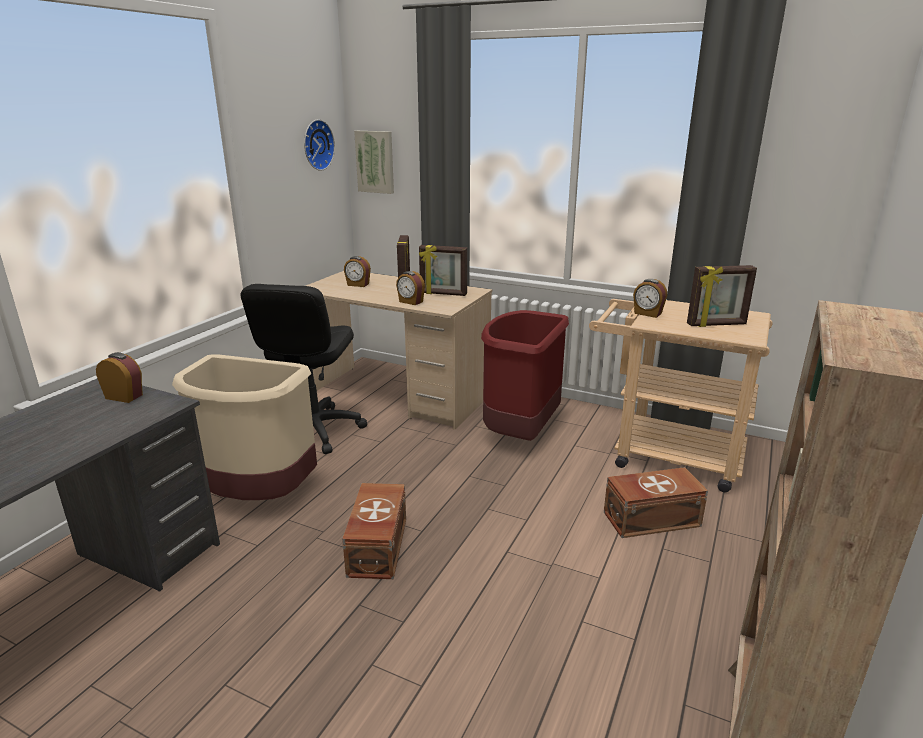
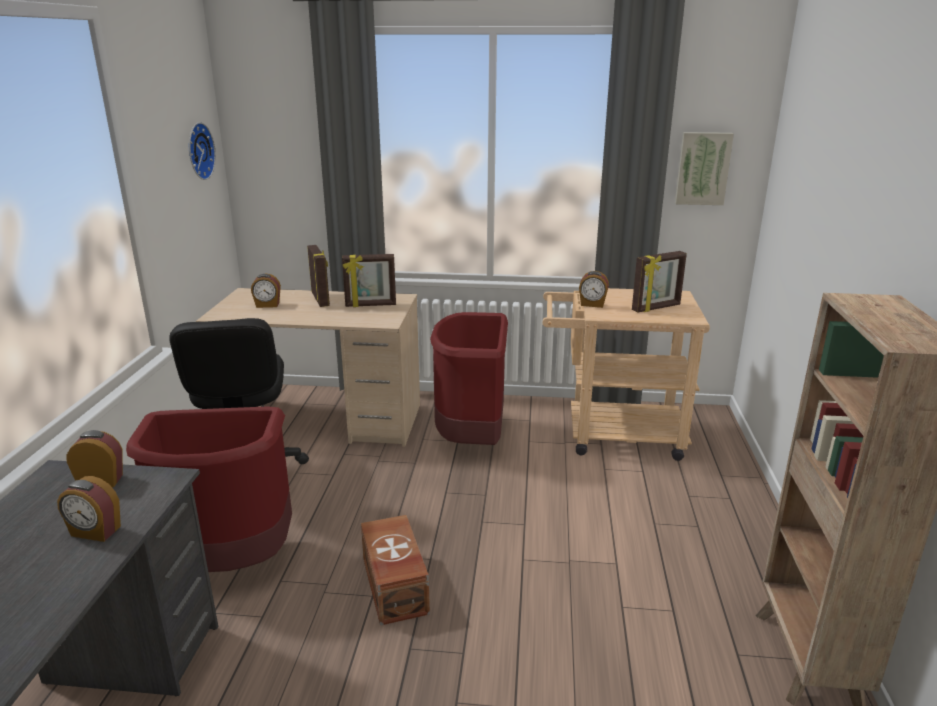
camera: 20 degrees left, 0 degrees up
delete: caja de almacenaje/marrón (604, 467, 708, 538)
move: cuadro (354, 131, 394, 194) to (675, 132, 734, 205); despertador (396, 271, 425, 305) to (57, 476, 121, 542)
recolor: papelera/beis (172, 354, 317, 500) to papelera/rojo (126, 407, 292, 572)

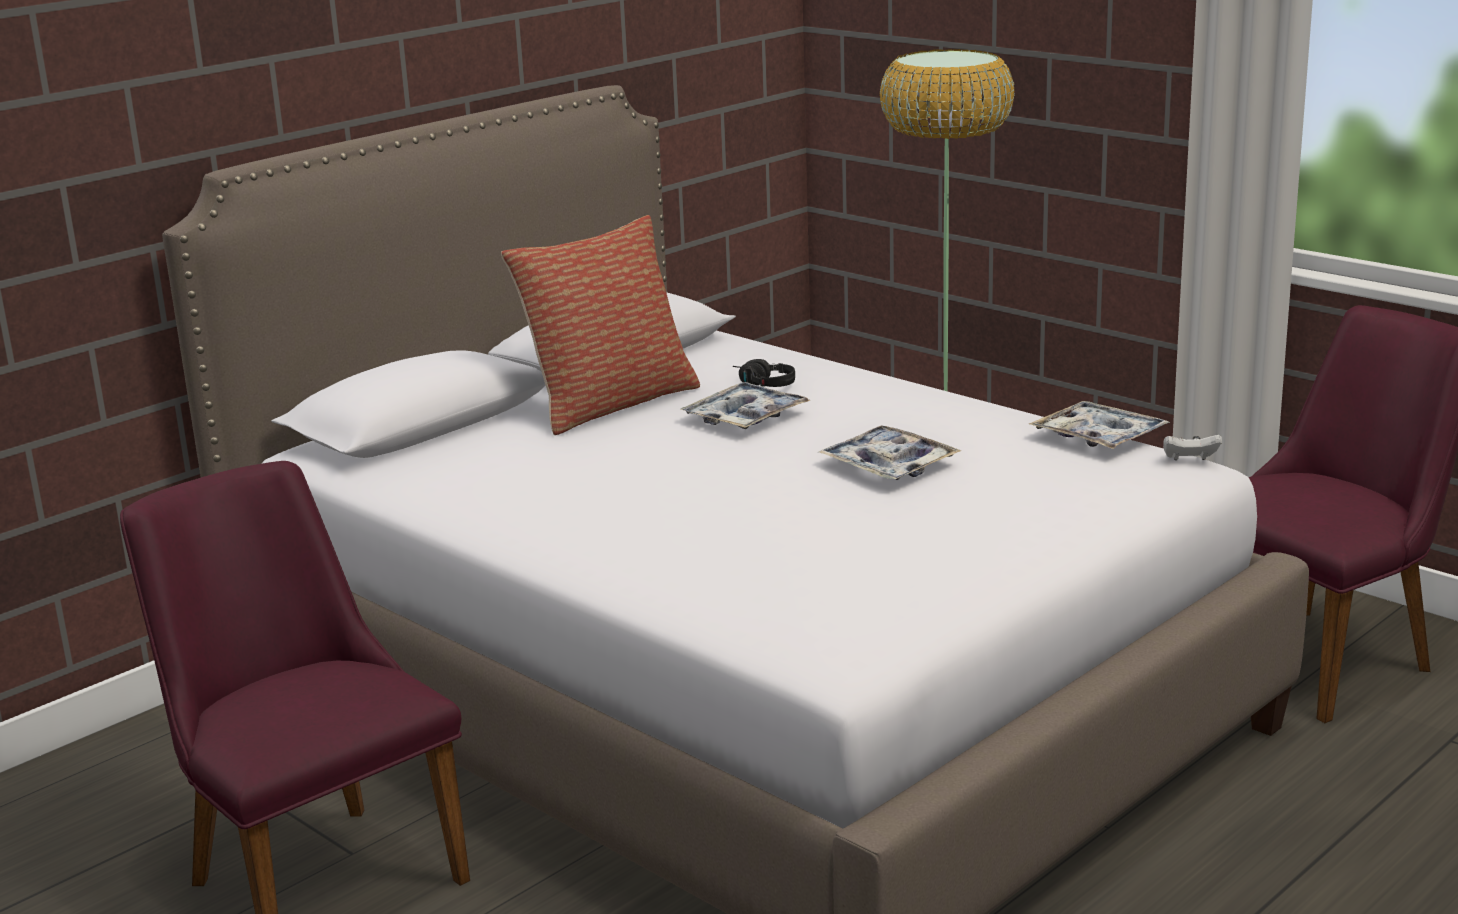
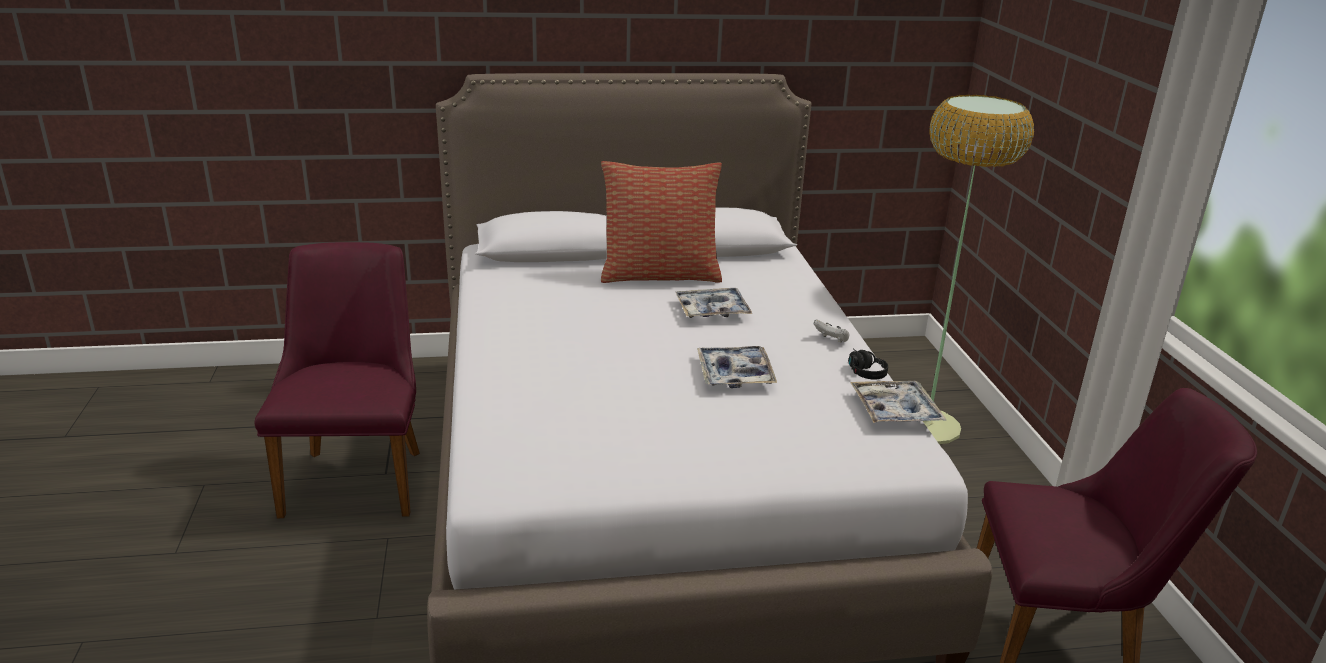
camera: 35 degrees right, 5 degrees up
move: auriculares/negro (733, 359, 795, 387) to (848, 349, 888, 380); mando de consola/blanco (1163, 435, 1222, 460) to (814, 319, 849, 343)

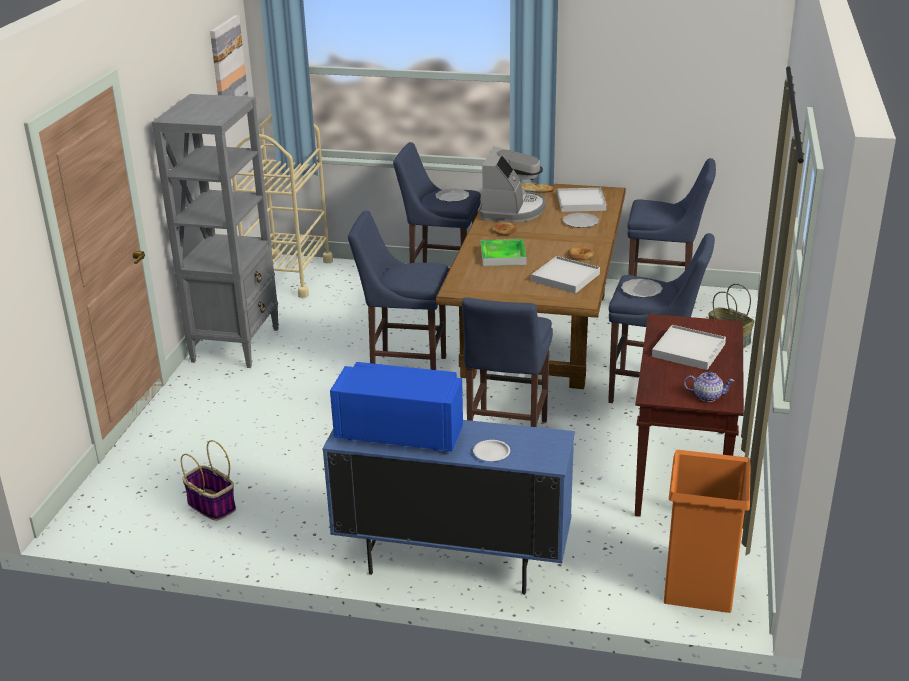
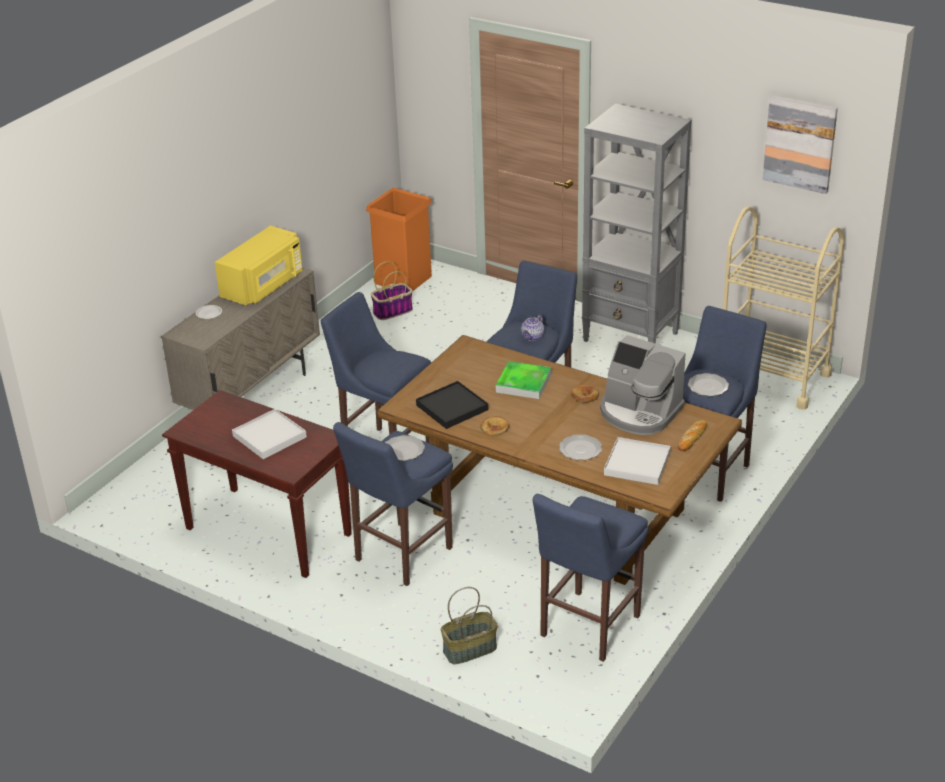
camera: 110 degrees right, 5 degrees up
move: papelera/naranja (664, 450, 750, 613) to (366, 188, 432, 292); tetera (684, 372, 735, 402) to (521, 315, 544, 341)
recolor: armario/azul (322, 420, 575, 595) to armario/beis (161, 267, 320, 410); microondas/azul (330, 362, 463, 452) to microondas/amarillo (215, 225, 302, 305); bandeja/blanco (531, 256, 600, 294) to bandeja/negro (416, 381, 488, 429)

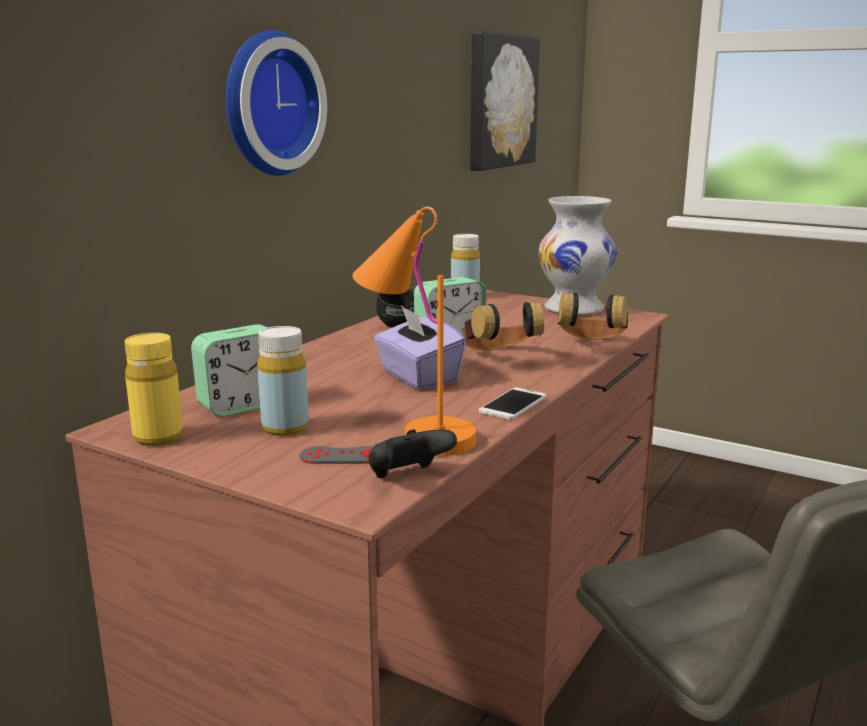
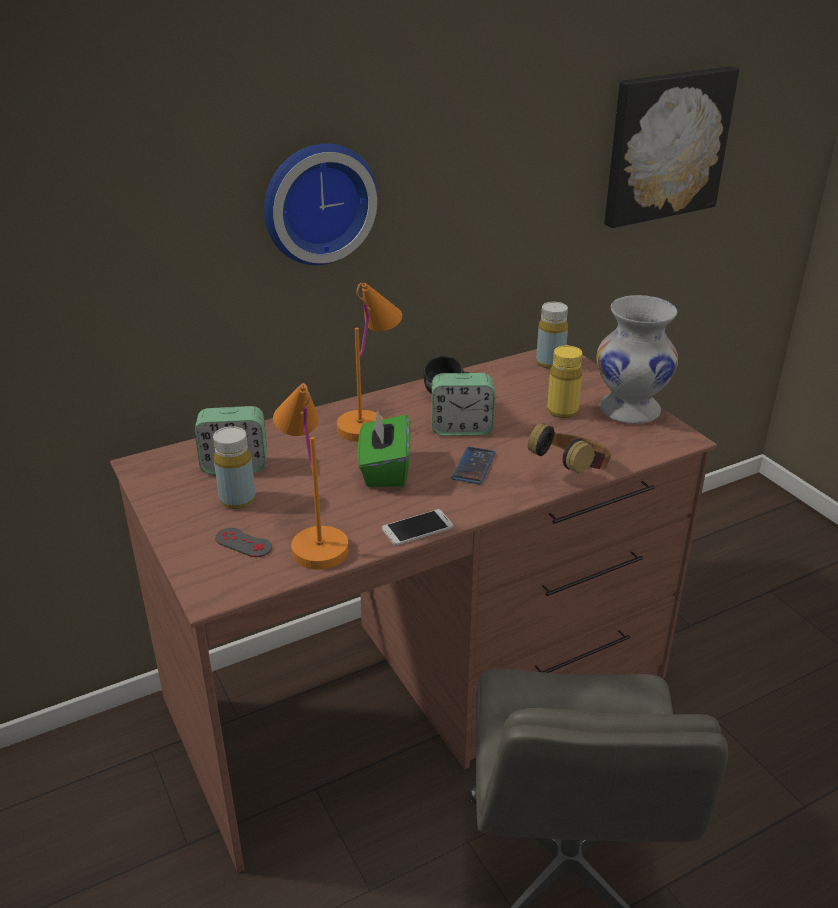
camera: 30 degrees right, 15 degrees up
delete: mando de consola/negro (368, 429, 457, 478)
insert: lámpara de mesa/naranja (337, 283, 402, 442)
move: botella/amarillo (124, 333, 183, 446) to (547, 345, 582, 418)
replace: auriculares (462, 302, 544, 350) to móvil (452, 446, 496, 484)
recolor: caja de pañuelos/morado (374, 306, 466, 390) to caja de pañuelos/verde (358, 409, 410, 487)

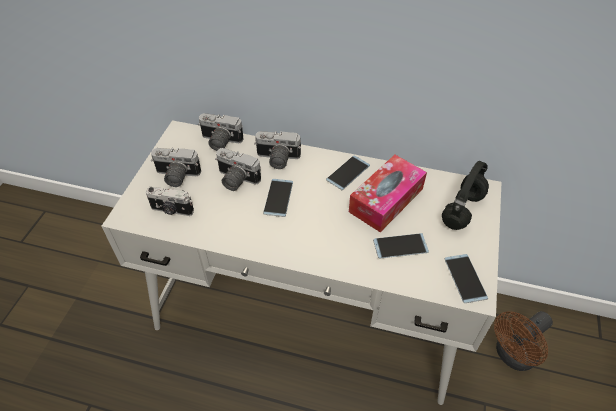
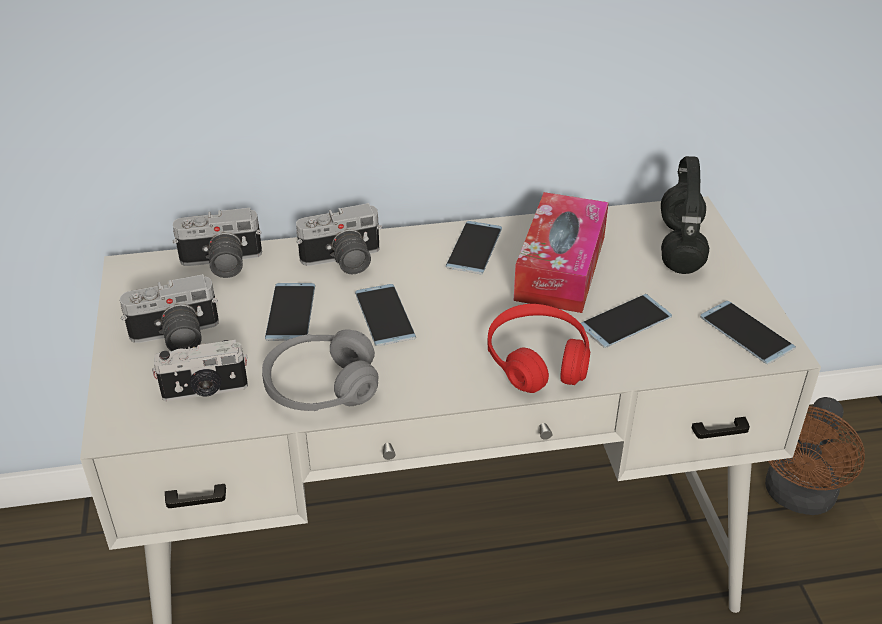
camera: 25 degrees left, 10 degrees down
insert: auriculares/gris (262, 329, 378, 411); auriculares/rojo (487, 304, 590, 393)
replace: cámara (215, 148, 261, 191) to móvil (265, 283, 315, 341)

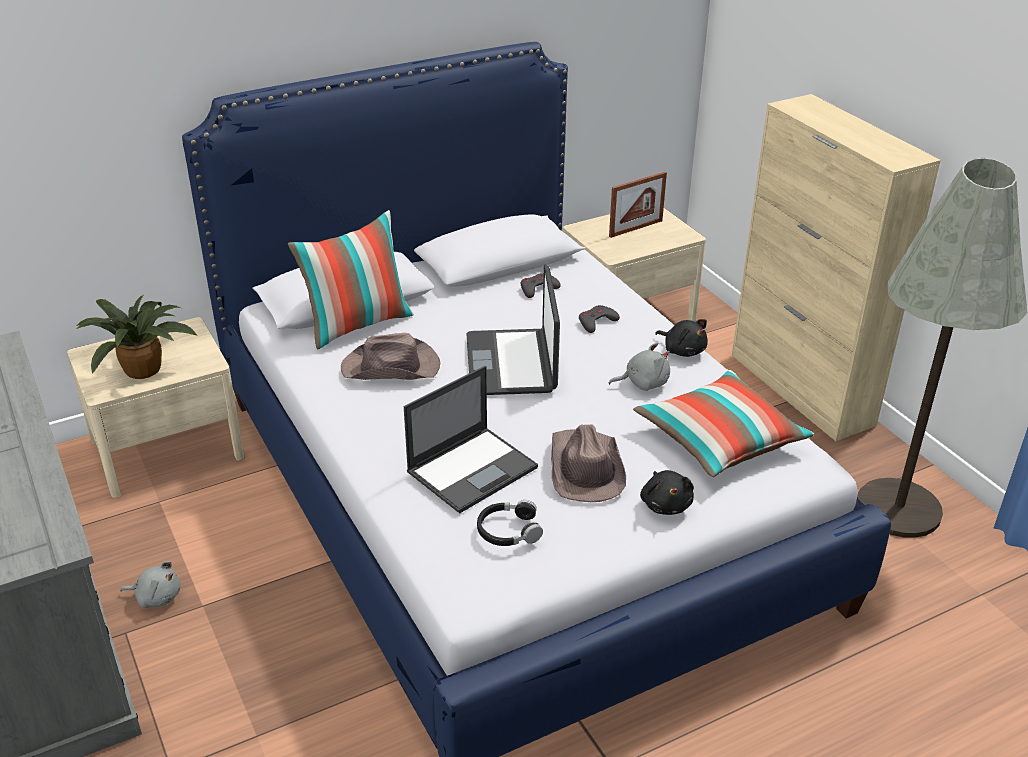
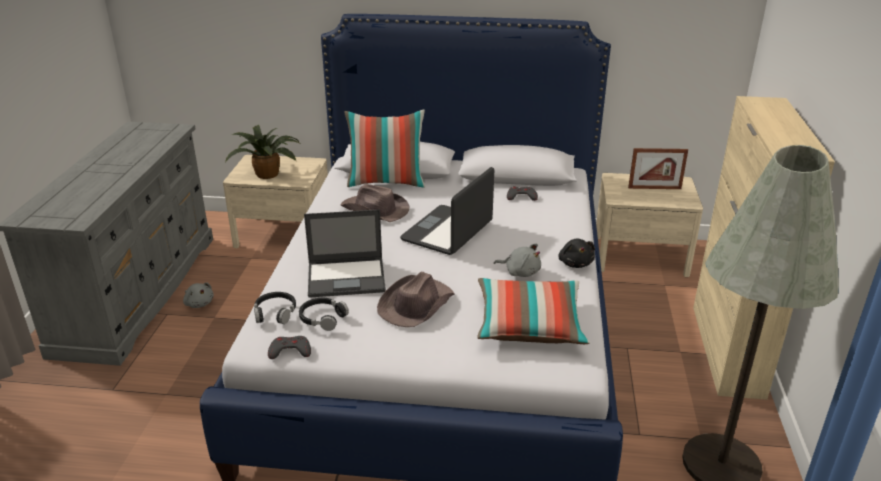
camera: 35 degrees right, 5 degrees down
delete: peluche/negro (640, 470, 694, 515)
insert: auriculares/negro (254, 292, 296, 324)
move: mando de consola/gris (579, 305, 620, 333) to (268, 336, 311, 359)

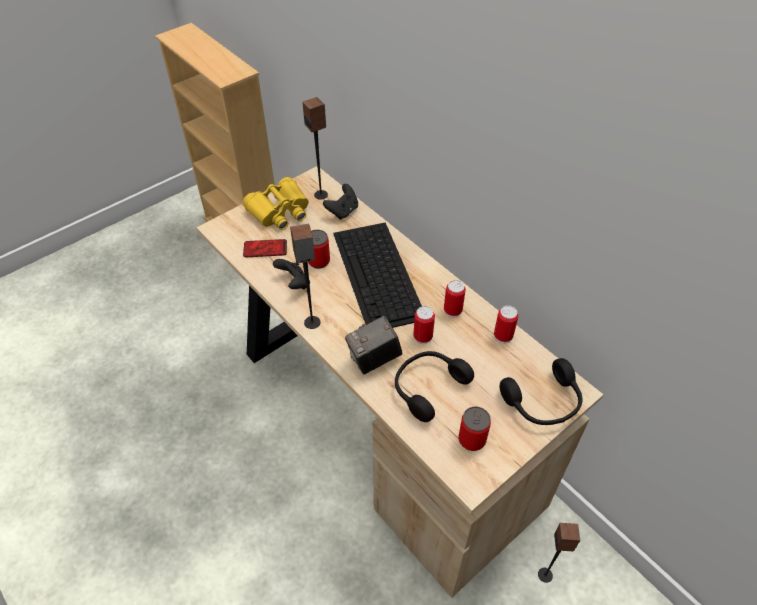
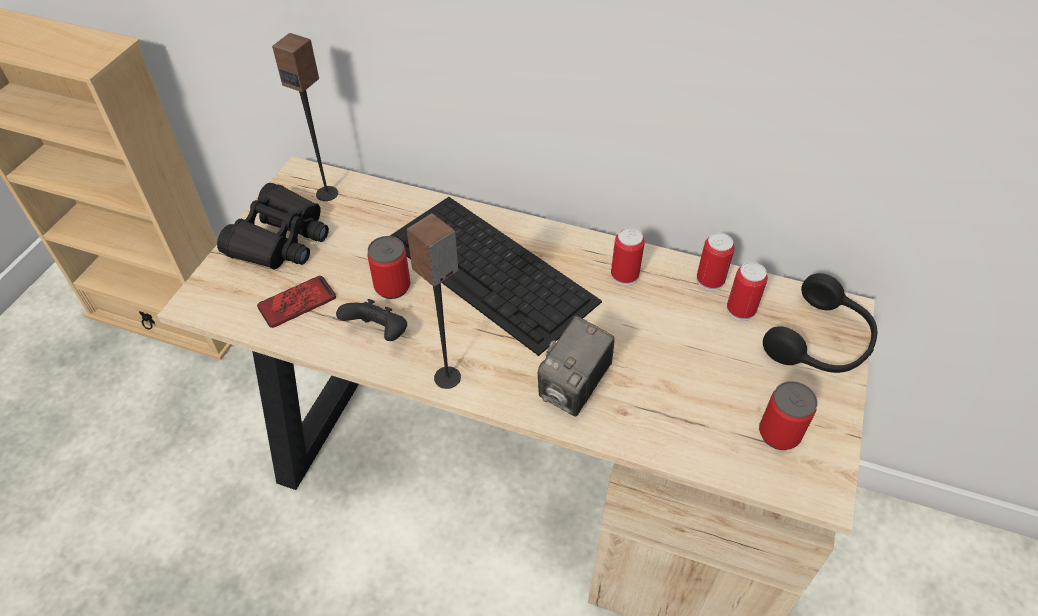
camera: 30 degrees left, 0 degrees up
delete: mando de consola/negro (323, 184, 358, 220); auriculares/negro (395, 351, 474, 422); altavoz (538, 523, 580, 583)
move: lata (413, 306, 435, 344) to (727, 262, 768, 321)
recolor: prismáticos/amarillo (243, 177, 309, 230) to prismáticos/negro (217, 183, 329, 269)

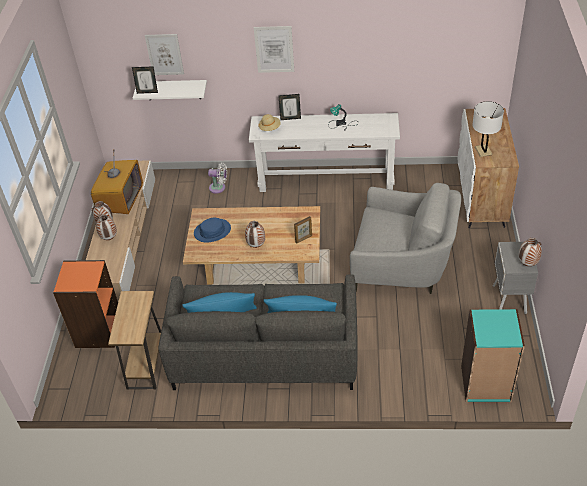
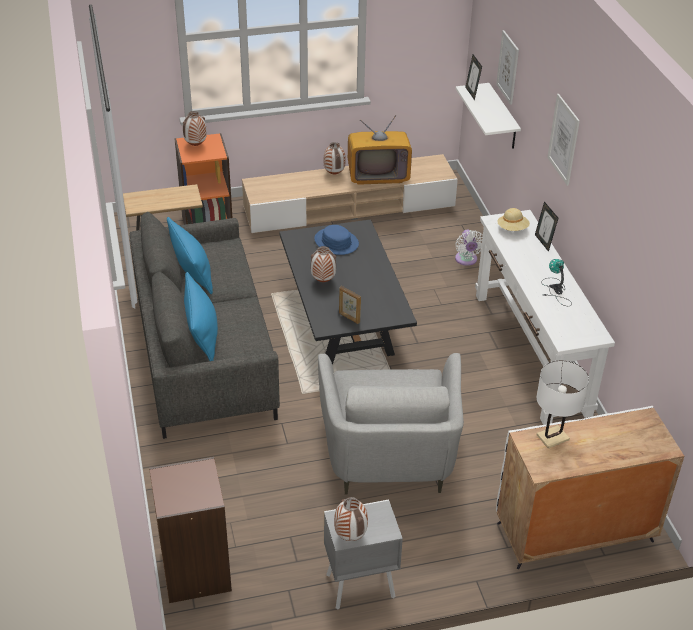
camera: 70 degrees right, 5 degrees down
move: florero (96, 215, 117, 240) to (183, 111, 207, 146)
recolor: mesa de centro/beis (183, 206, 320, 285) to mesa de centro/negro (279, 219, 417, 365); estantería/turquesa (461, 309, 525, 402) to estantería/marrón (149, 457, 232, 603)

